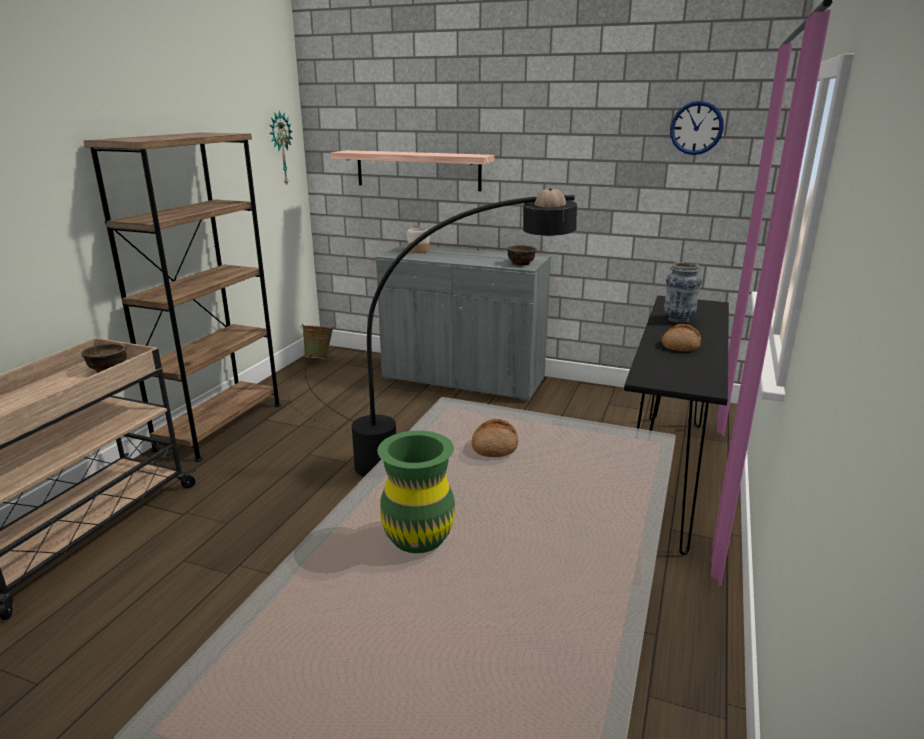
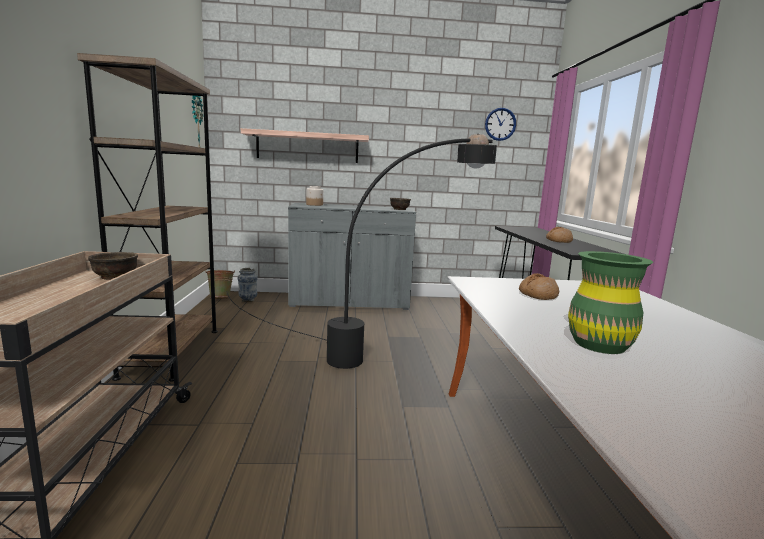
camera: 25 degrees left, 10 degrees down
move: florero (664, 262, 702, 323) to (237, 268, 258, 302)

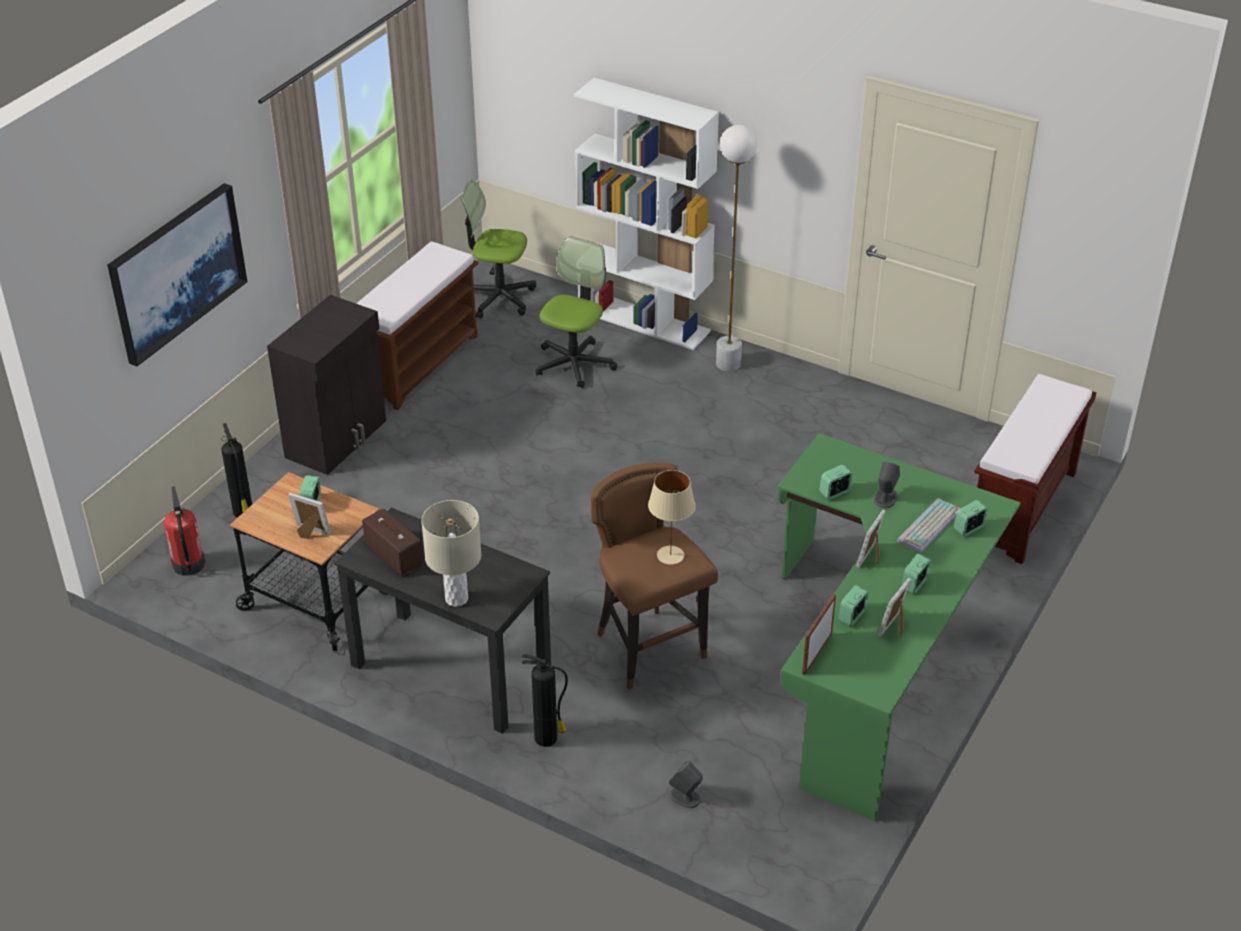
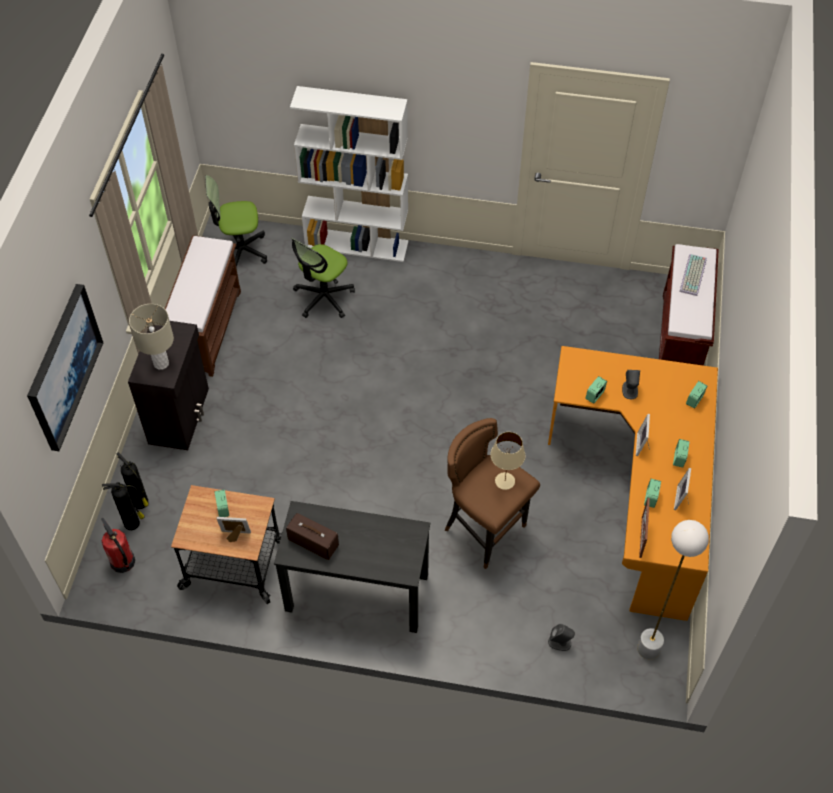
camera: 20 degrees left, 15 degrees up
move: lámpara de mesa/beis (421, 500, 481, 607) to (129, 304, 174, 370); extintor (522, 654, 568, 747) to (102, 482, 145, 530); lámpara de pie/blanco (716, 125, 757, 371) to (637, 520, 709, 659); teclado (897, 498, 960, 553) to (679, 254, 707, 296)
recolor: escritorio/verde (777, 433, 1021, 822) to escritorio/naranja (548, 346, 718, 621)
rotate: silla de oficina (536, 236, 617, 388) = (291, 238, 355, 318) 150 degrees counterclockwise

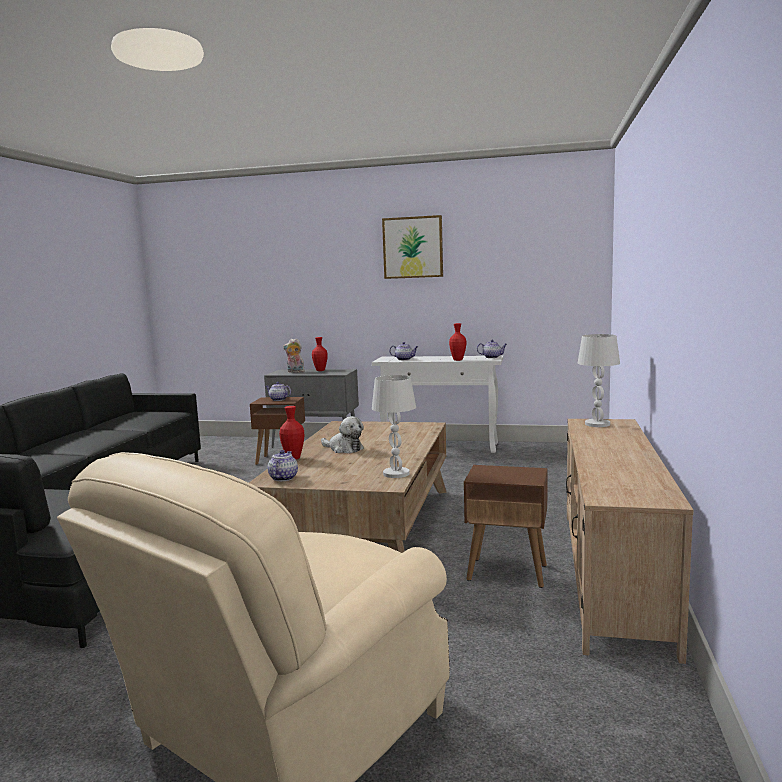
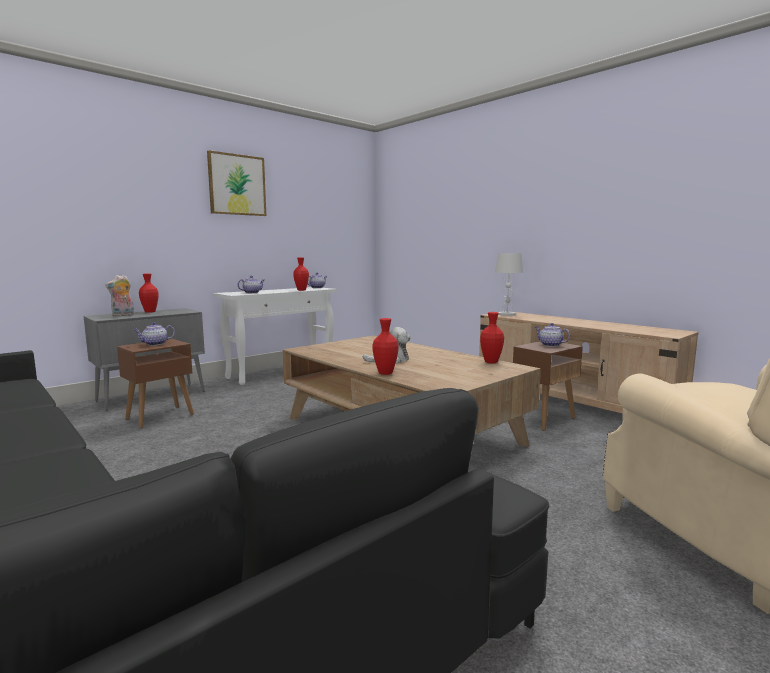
camera: 55 degrees left, 0 degrees up
move: tetera (268, 450, 298, 481) to (535, 323, 570, 347)
replace: lámpara de mesa/blanco (372, 375, 416, 478) to florero/rojo (480, 312, 504, 364)

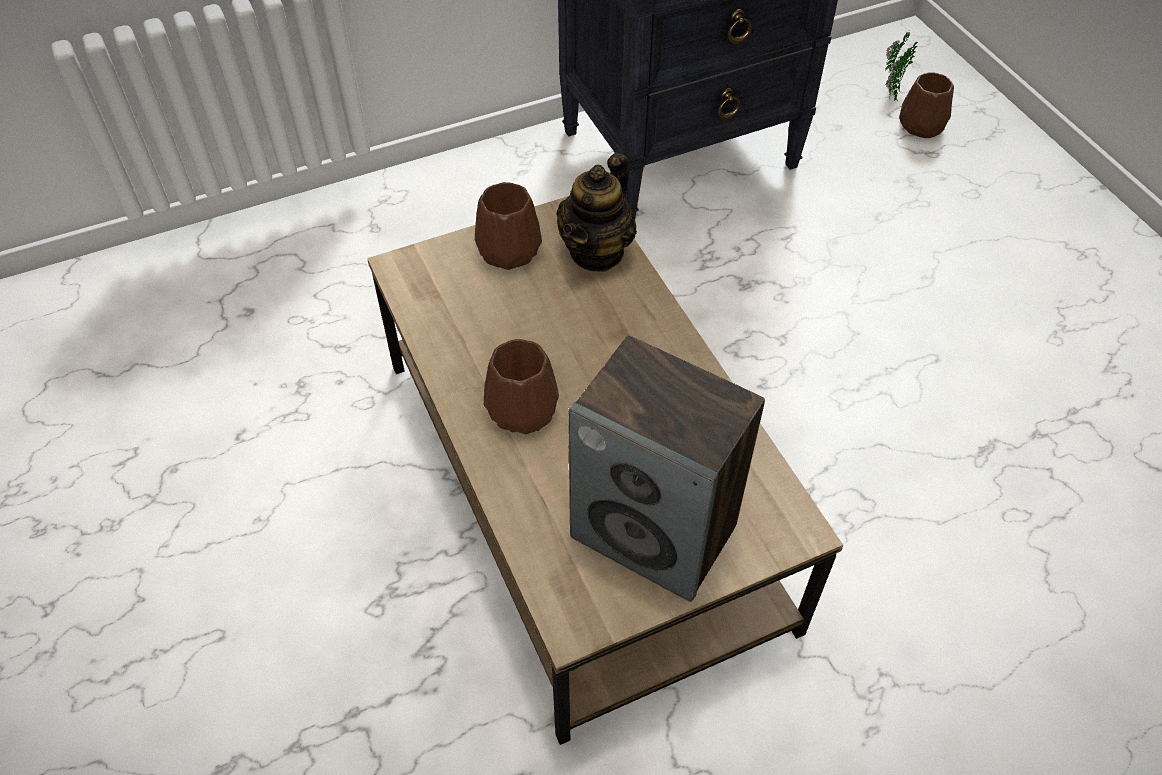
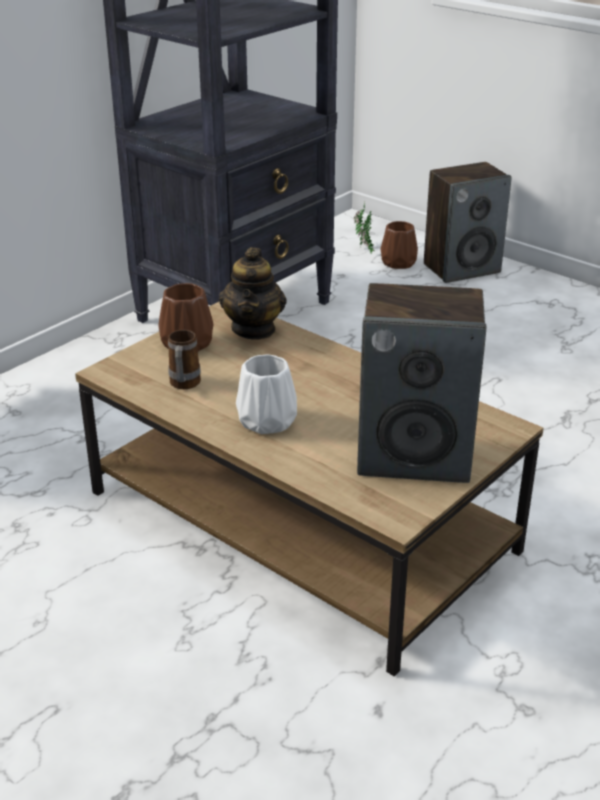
camera: 25 degrees left, 20 degrees down
insert: taza grande (168, 330, 201, 389); altavoz (424, 162, 512, 283)
recolor: florero/marrón (484, 339, 559, 434) to florero/blanco (236, 354, 297, 434)

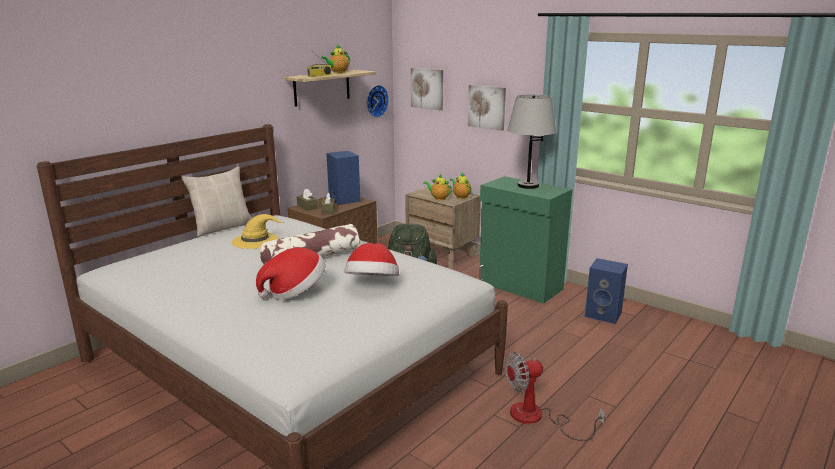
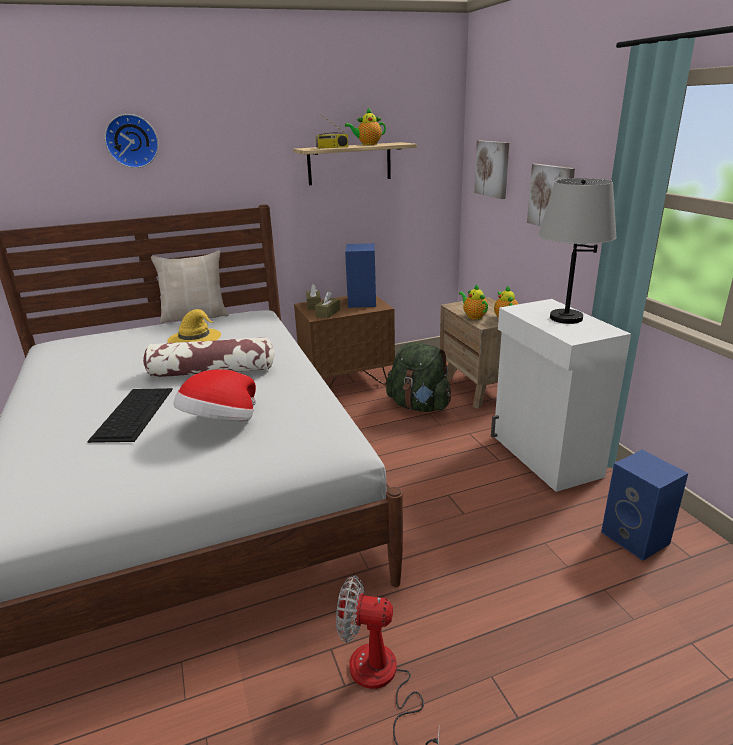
camera: 30 degrees right, 5 degrees up
move: reloj de pared (367, 85, 389, 118) to (104, 114, 159, 168)
replace: sombrero (256, 247, 326, 300) to teclado (87, 388, 173, 443)
recolor: armario/verde (479, 176, 572, 304) to armario/blanco (491, 299, 631, 492)

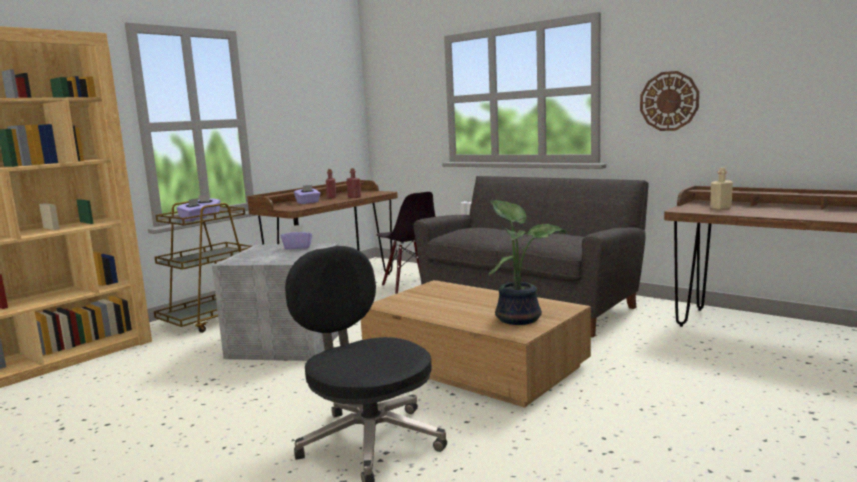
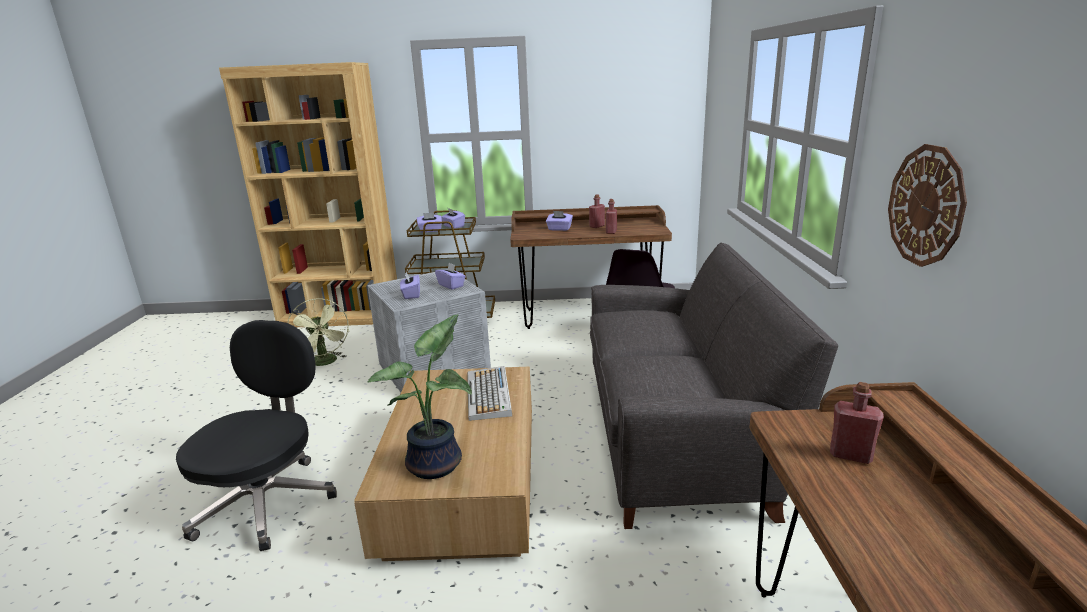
camera: 50 degrees right, 10 degrees up
insert: ventilador/verde (287, 298, 350, 366); caja de pañuelos/morado (400, 272, 420, 299); teclado (467, 366, 512, 421)
recolor: botella/beis (710, 168, 733, 210) to botella/rojo (830, 382, 884, 464)

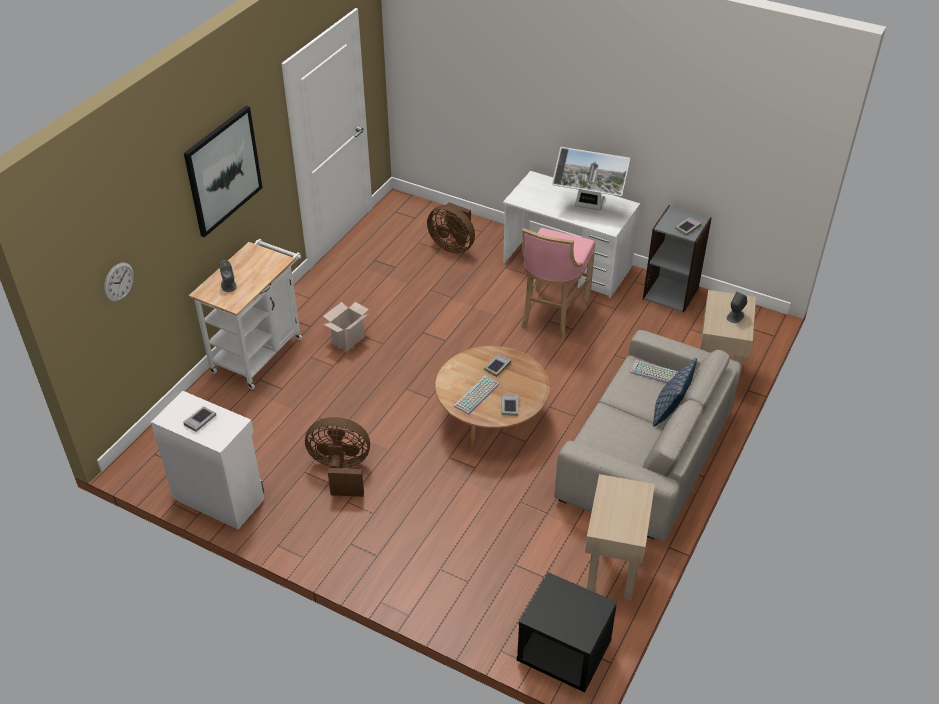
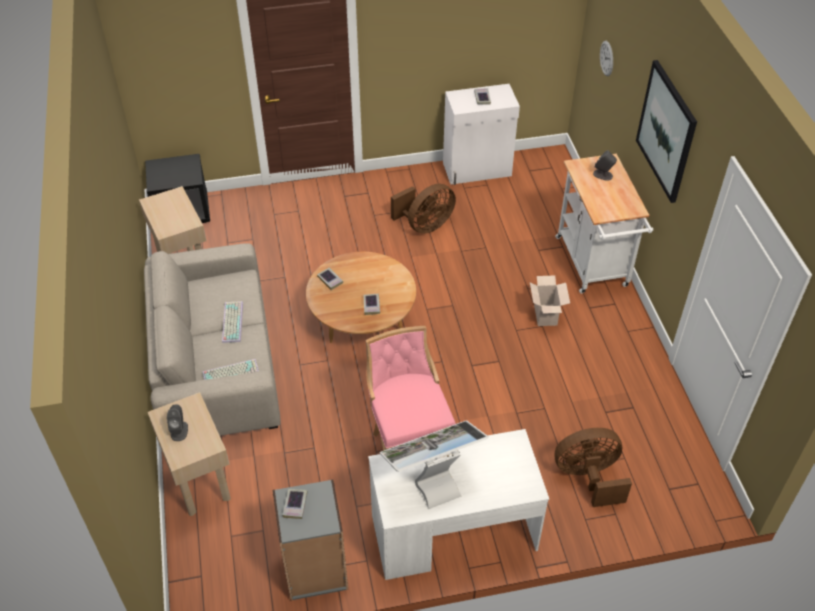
camera: 140 degrees right, 5 degrees up
delete: cojín (653, 358, 697, 426)
move: teclado (454, 376, 499, 415) to (222, 301, 243, 343)

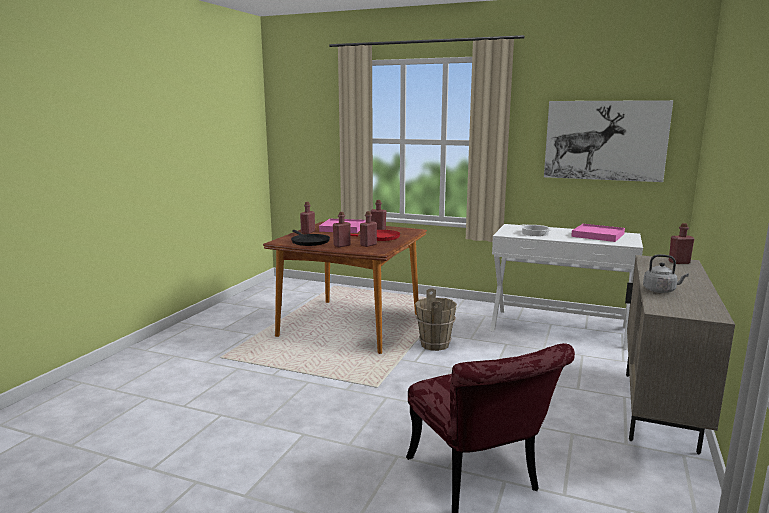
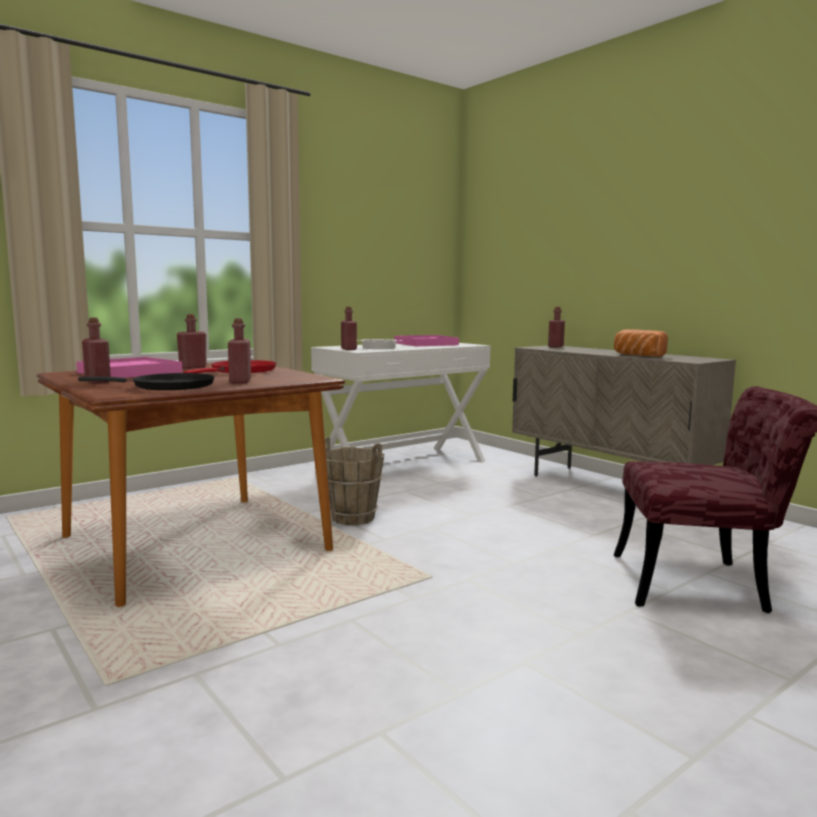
camera: 60 degrees left, 5 degrees down
delete: cuadro (544, 100, 673, 182)
move: botella/rojo (360, 211, 377, 247) to (341, 307, 357, 350)
replace: hervidor/gris (643, 254, 689, 293) to pan (614, 329, 668, 357)

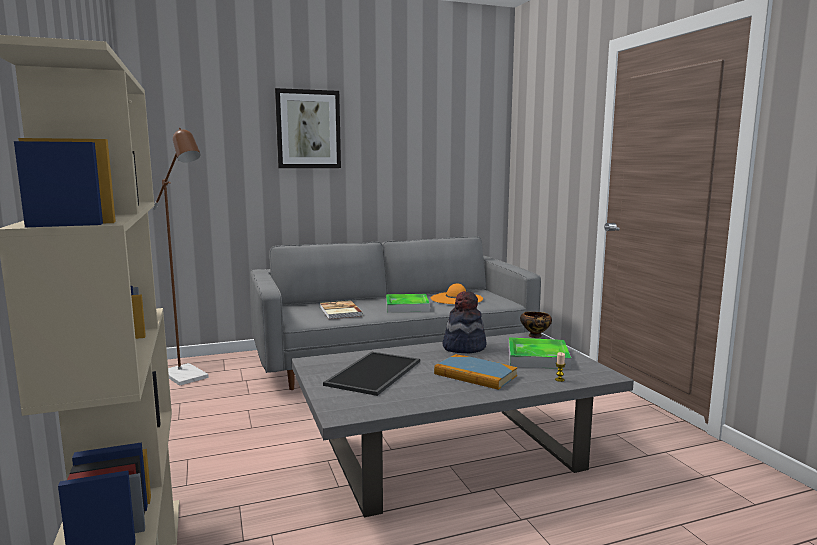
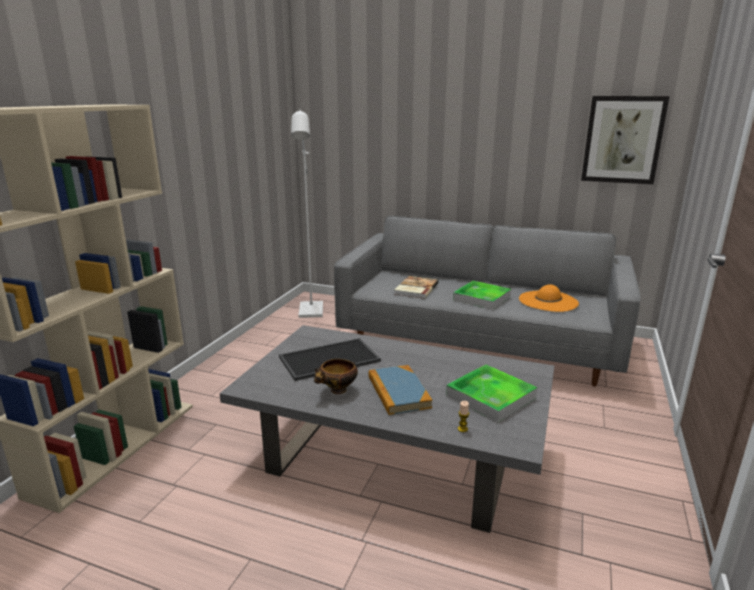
camera: 40 degrees right, 10 degrees up
delete: sombrero (442, 291, 486, 354)
move: cuadro (275, 88, 341, 168) to (581, 96, 670, 184); cuenco (520, 312, 552, 338) to (314, 359, 358, 394)
recolor: lámpara de pie/marrón (153, 128, 209, 386) to lámpara de pie/blanco (291, 109, 323, 318)

